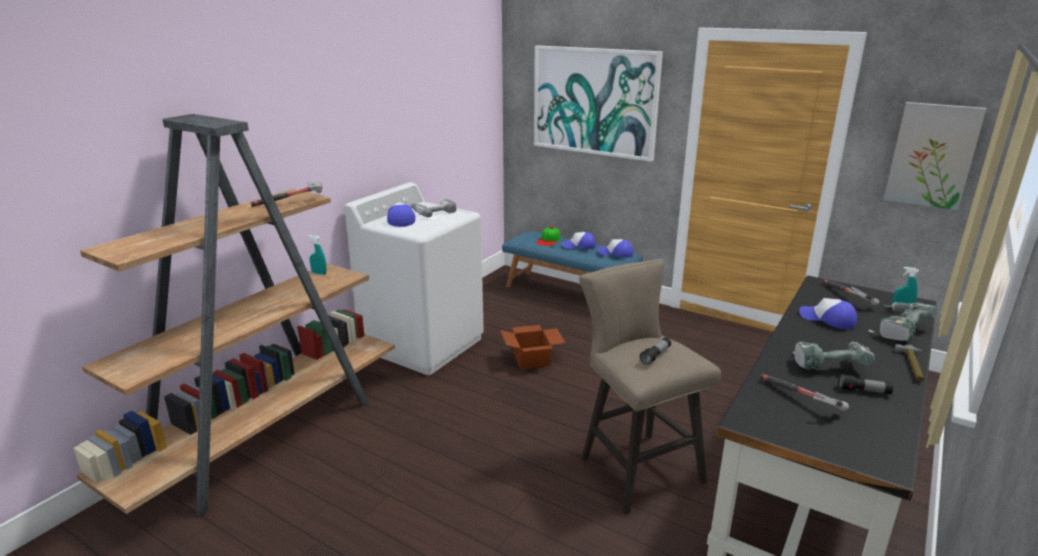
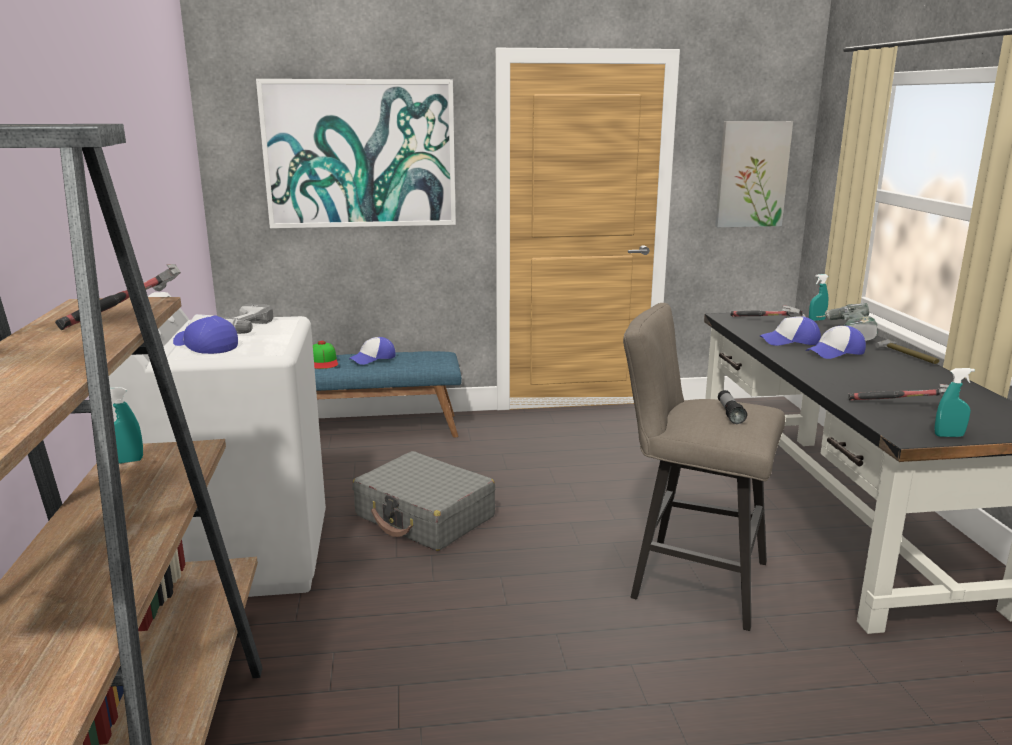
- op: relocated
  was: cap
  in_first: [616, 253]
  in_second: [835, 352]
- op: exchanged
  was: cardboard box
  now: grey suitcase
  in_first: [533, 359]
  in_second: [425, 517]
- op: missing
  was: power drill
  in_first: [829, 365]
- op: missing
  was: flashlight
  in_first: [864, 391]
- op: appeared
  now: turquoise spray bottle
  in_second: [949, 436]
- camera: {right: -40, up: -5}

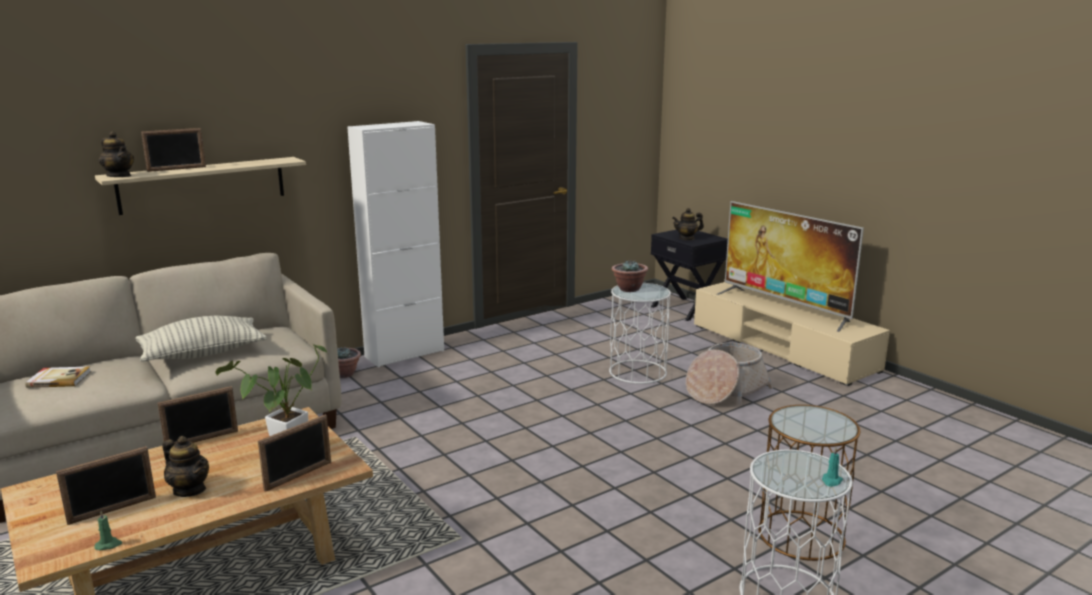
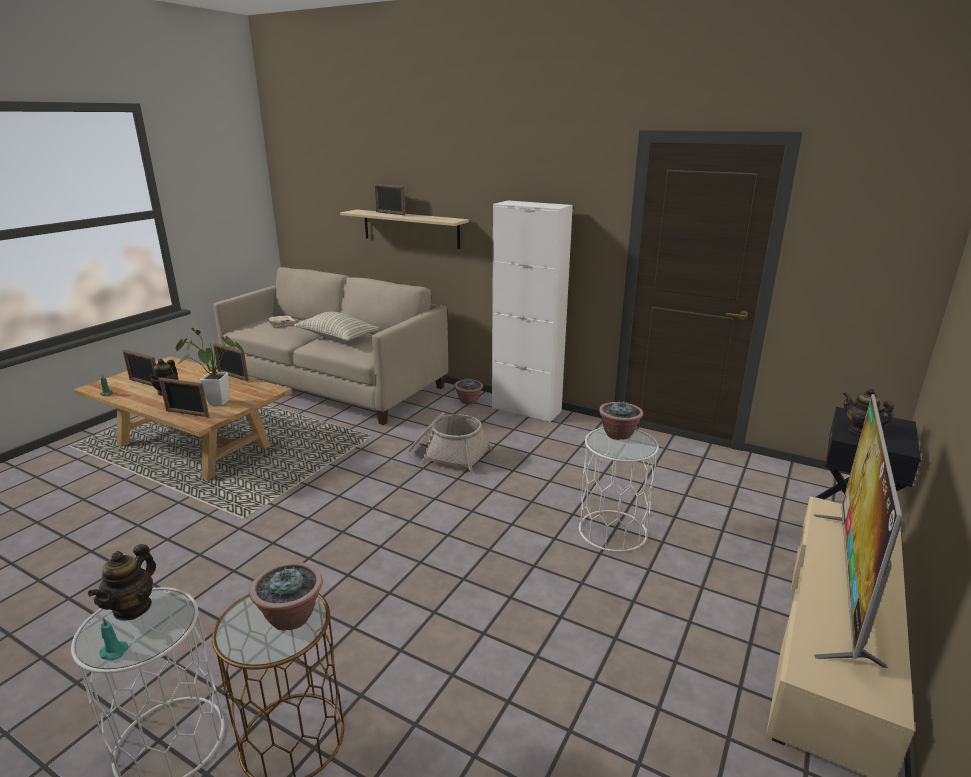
- op: relocated
  was: teapot
  in_first: [119, 176]
  in_second: [133, 608]
- op: relocated
  was: basket
  in_first: [725, 391]
  in_second: [448, 454]
- op: appeared
  now: potted plant
  in_second: [291, 617]
- camera: {right: 65, up: 5}

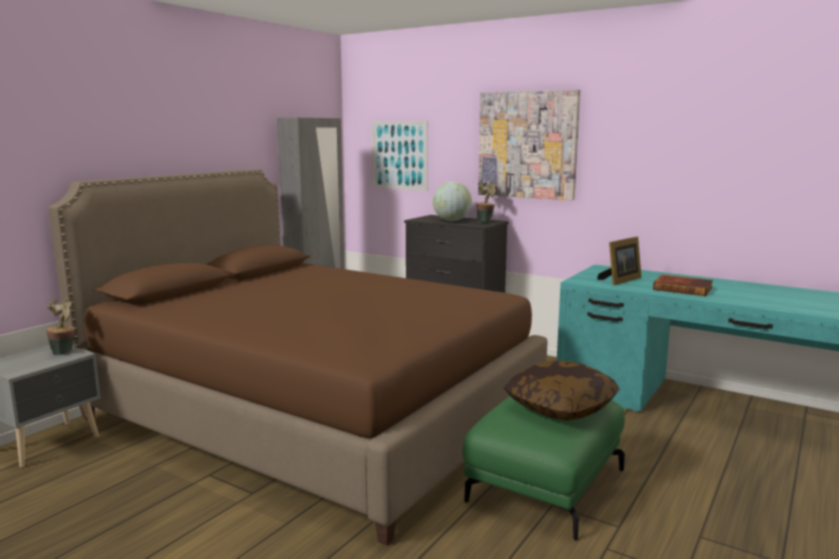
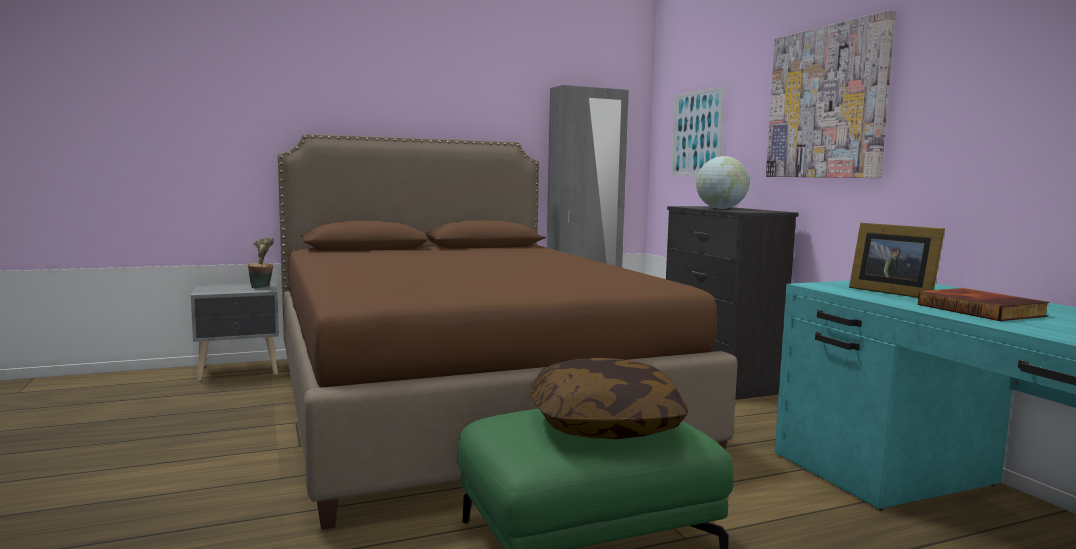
- op: missing
  was: potted plant
  in_first: [485, 221]
- op: spun
  was: picture frame
  in_first: [620, 280]
  in_second: [891, 292]
  clockwise: 60
- camera: {right: 35, up: -5}

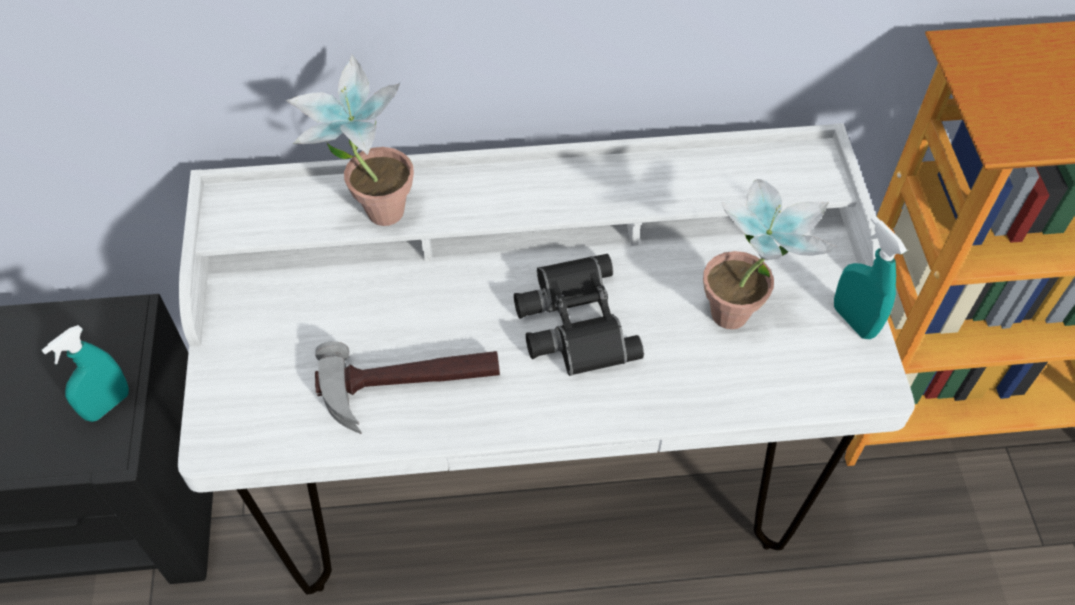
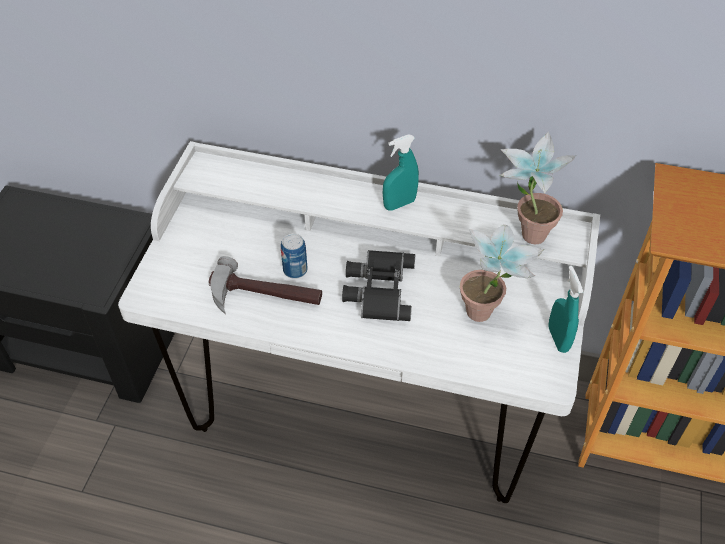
- op: relocated
  was: potted plant
  in_first: [371, 212]
  in_second: [524, 233]
- op: relocated
  was: turquoise spray bottle
  in_first: [108, 405]
  in_second: [399, 204]
- op: appeared
  now: can
  in_second: [295, 270]
- camera: {right: 20, up: -5}

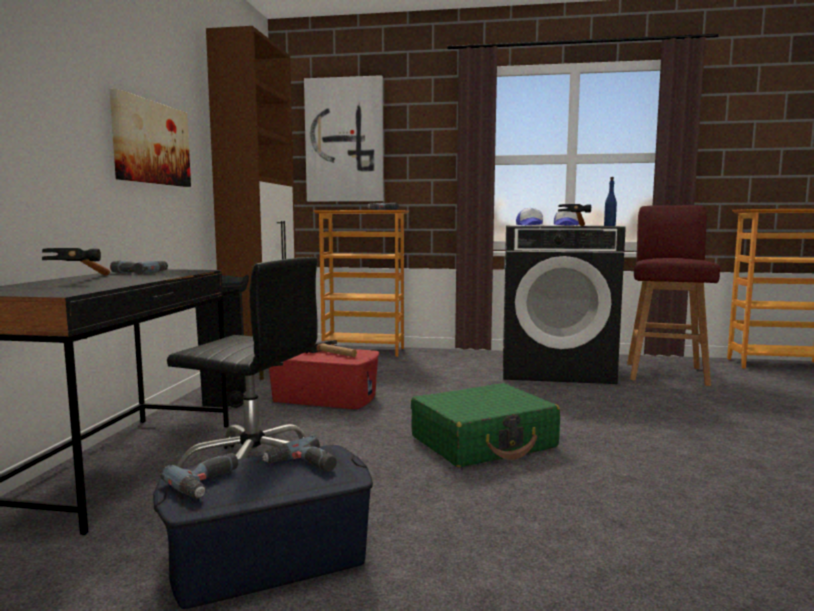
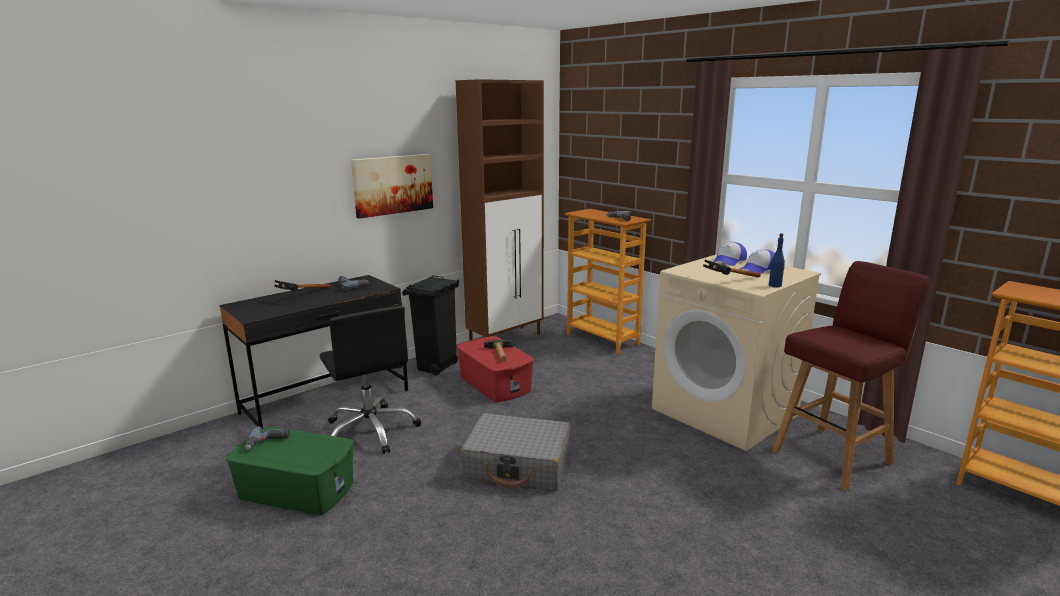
- op: missing
  was: picture
  in_first: [344, 140]
- op: colour
  was: black washing machine
  now: beige washing machine
  in_first: [555, 369]
  in_second: [725, 412]
- op: colour
  was: green suitcase
  now: grey suitcase
  in_first: [484, 442]
  in_second: [518, 465]
- op: missing
  was: power drill
  in_first: [302, 465]
- op: colour
  was: blue storage box
  now: green storage box
  in_first: [267, 558]
  in_second: [297, 489]
- camera: {right: 40, up: 10}

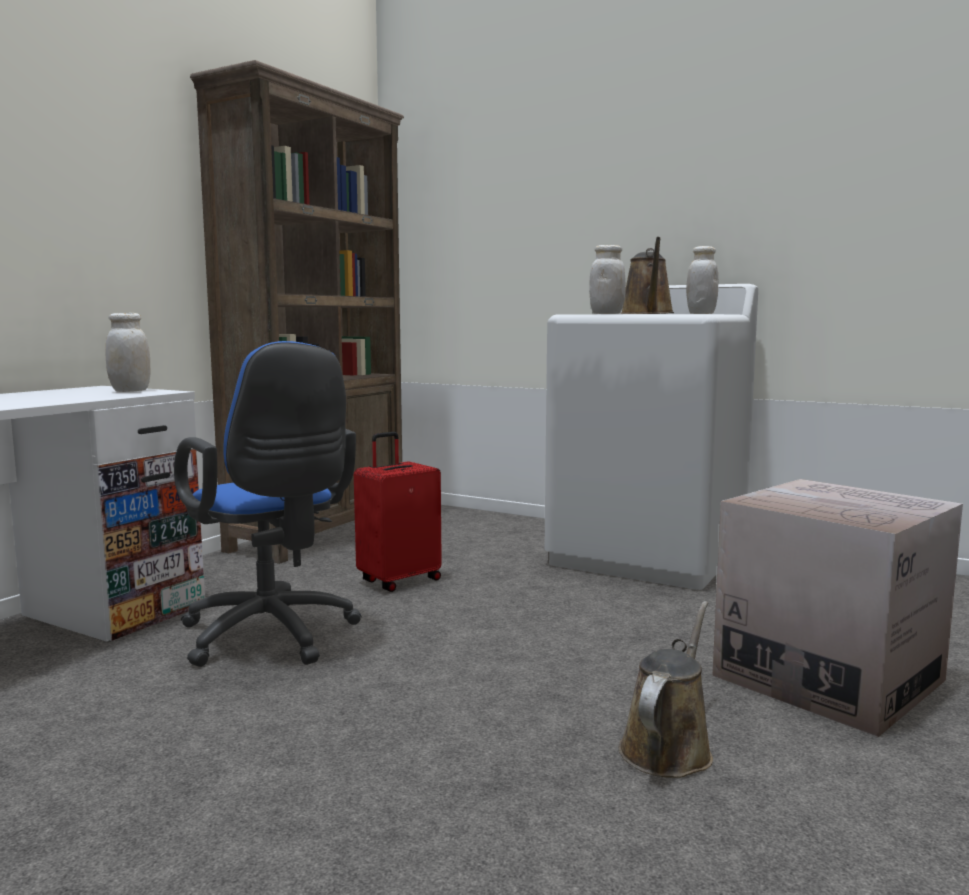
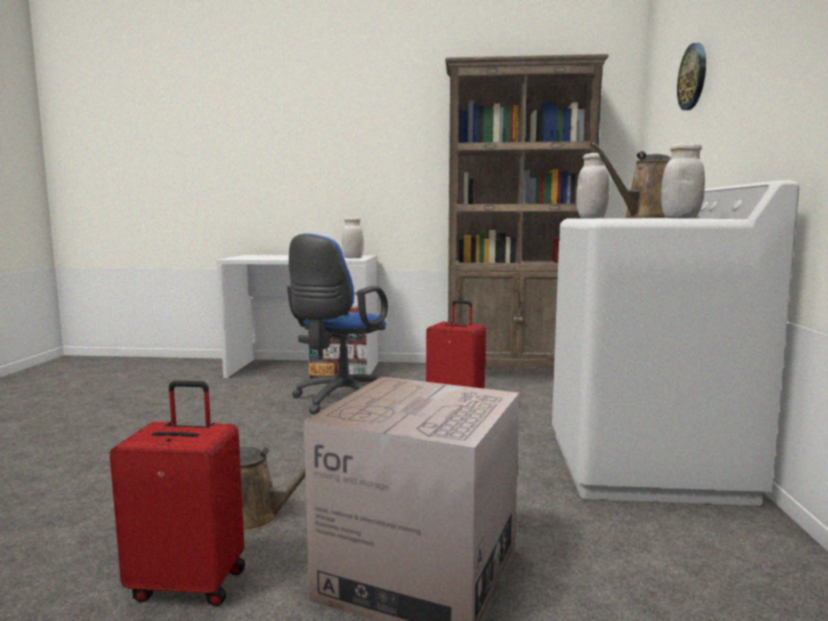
- op: appeared
  now: wall clock
  in_second: [693, 77]
- op: appeared
  now: red suitcase
  in_second: [190, 583]
- camera: {right: 65, up: 0}

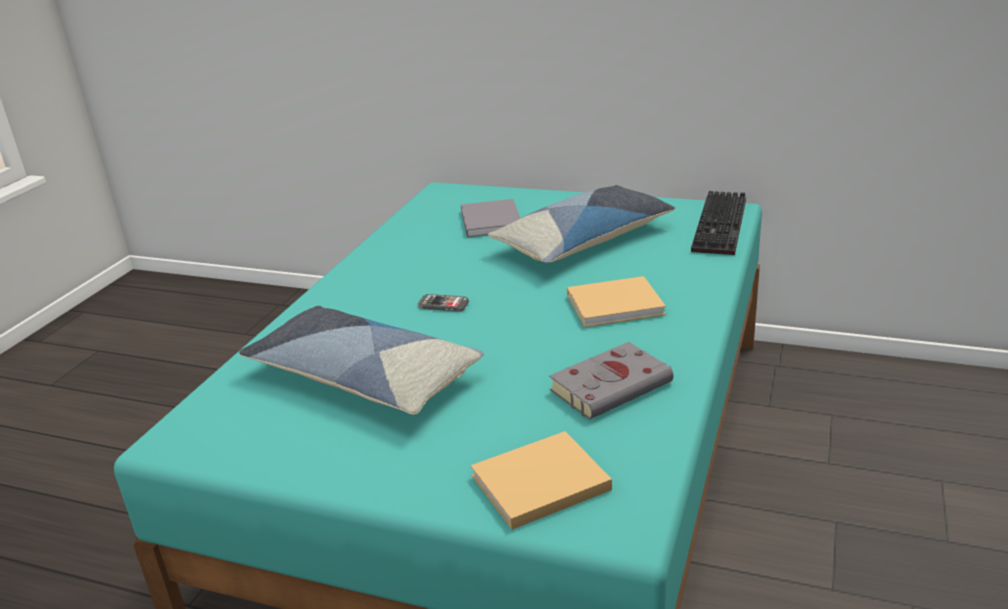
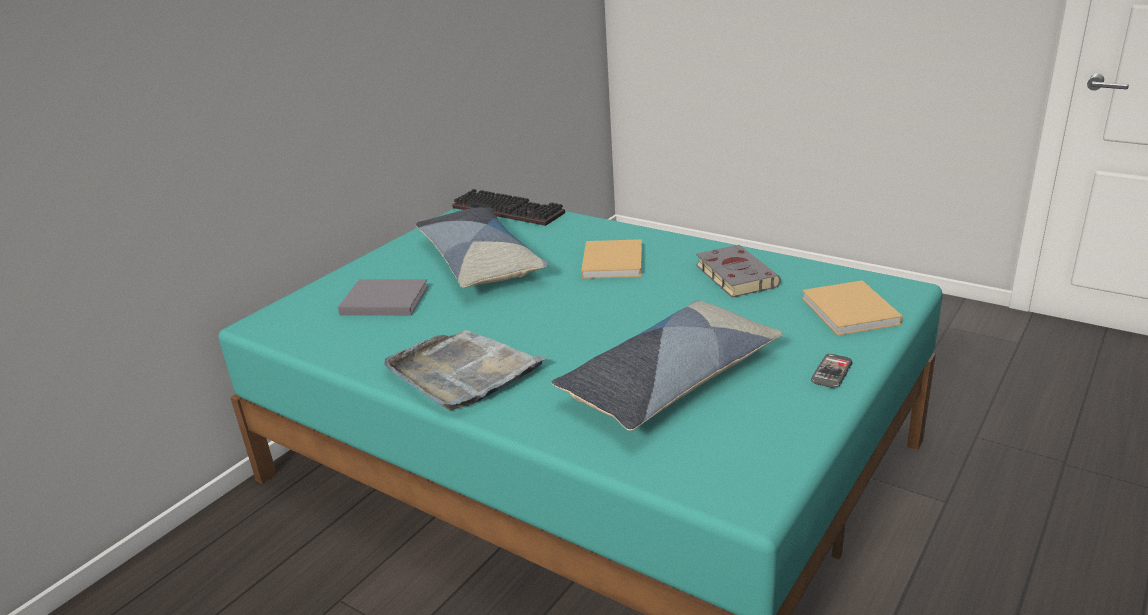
- op: relocated
  was: phone
  in_first: [443, 304]
  in_second: [831, 372]
- op: appeared
  now: grey tray
  in_second: [463, 372]
- camera: {right: -75, up: 0}

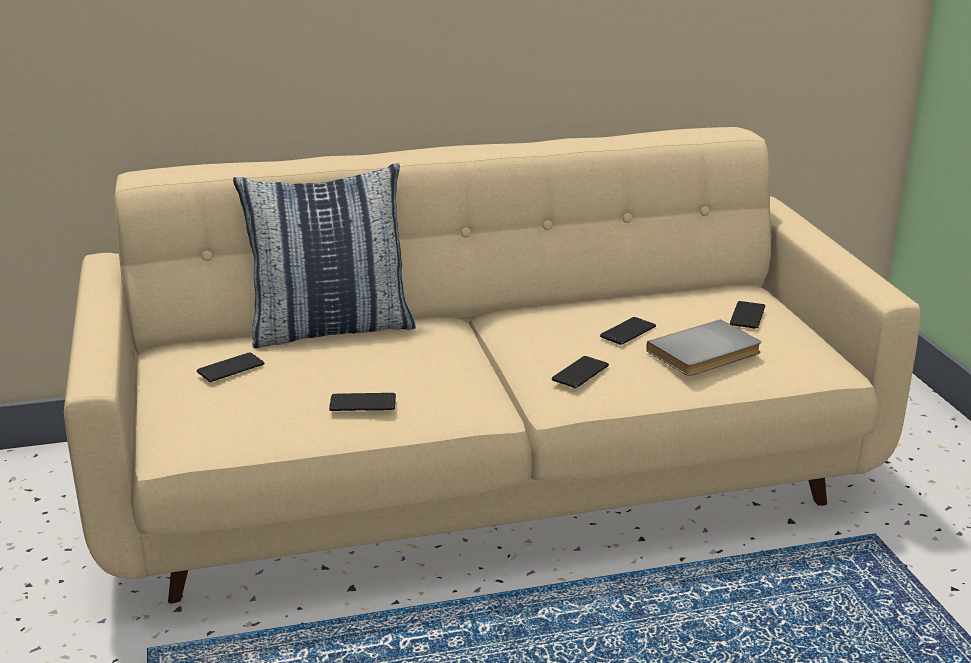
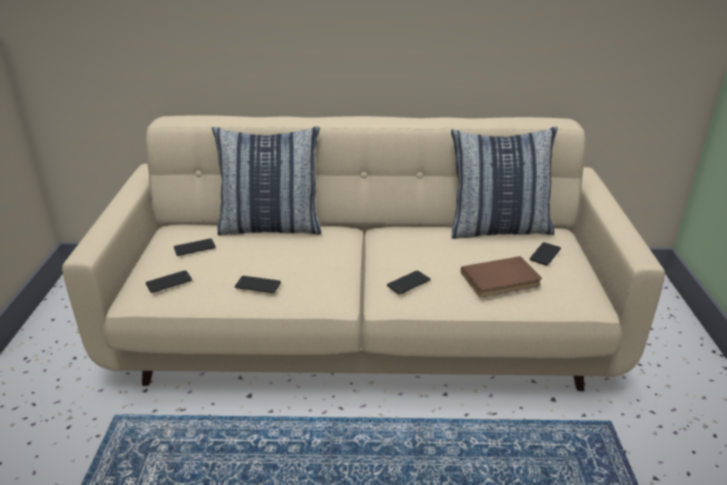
- op: relocated
  was: phone
  in_first: [628, 332]
  in_second: [169, 282]
- op: colour
  was: grey book
  now: brown book
  in_first: [706, 353]
  in_second: [501, 280]
- op: appeared
  now: pillow
  in_second: [498, 229]
- camera: {right: 15, up: 5}

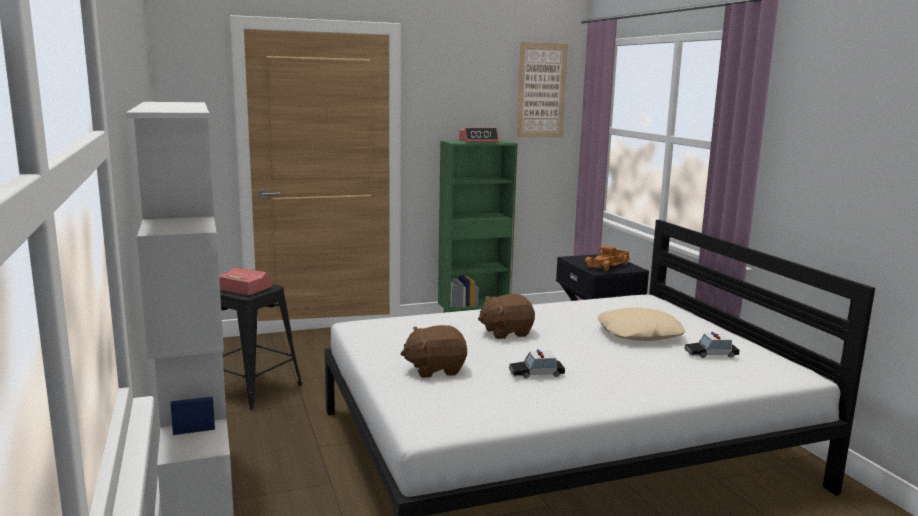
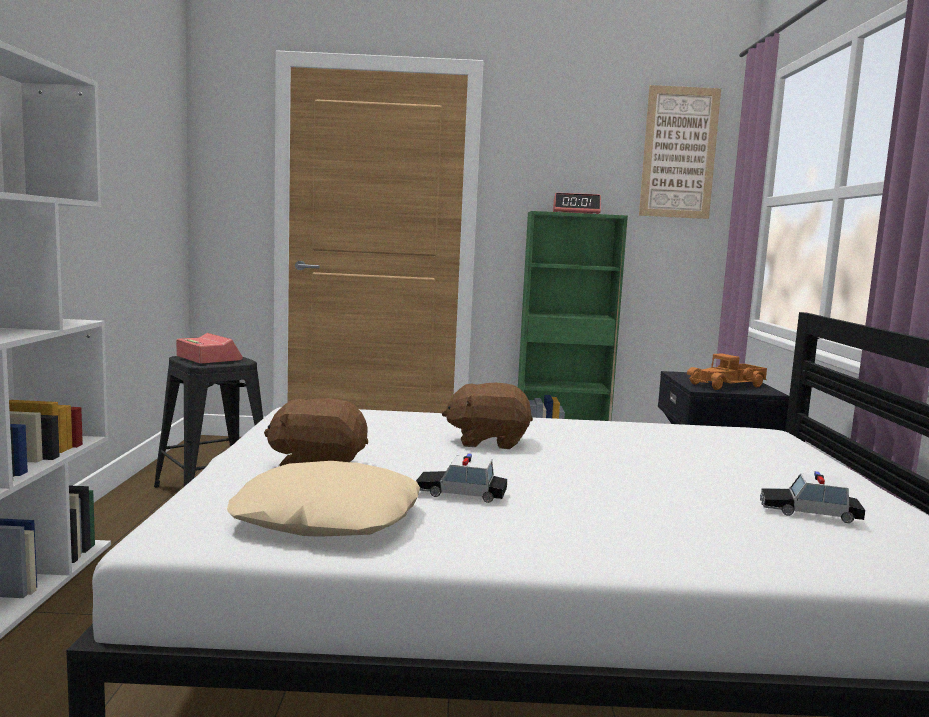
- op: relocated
  was: beige pillow
  in_first: [639, 334]
  in_second: [326, 518]
- camera: {right: 20, up: -5}

